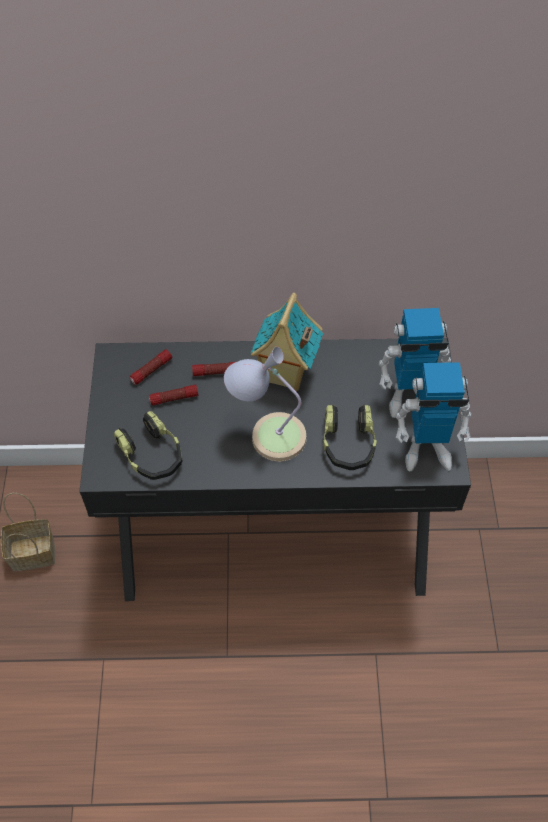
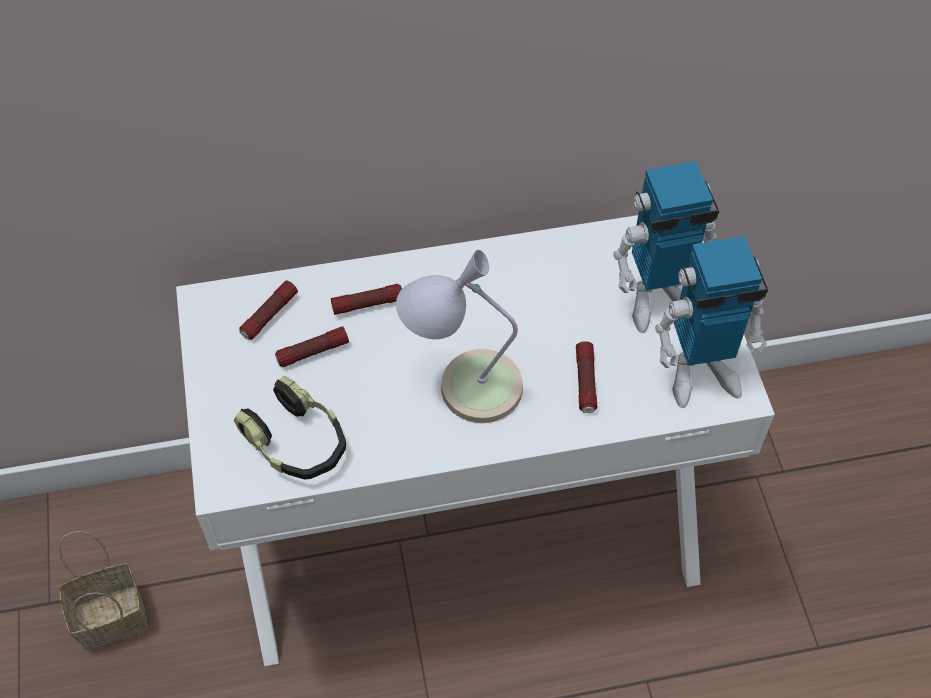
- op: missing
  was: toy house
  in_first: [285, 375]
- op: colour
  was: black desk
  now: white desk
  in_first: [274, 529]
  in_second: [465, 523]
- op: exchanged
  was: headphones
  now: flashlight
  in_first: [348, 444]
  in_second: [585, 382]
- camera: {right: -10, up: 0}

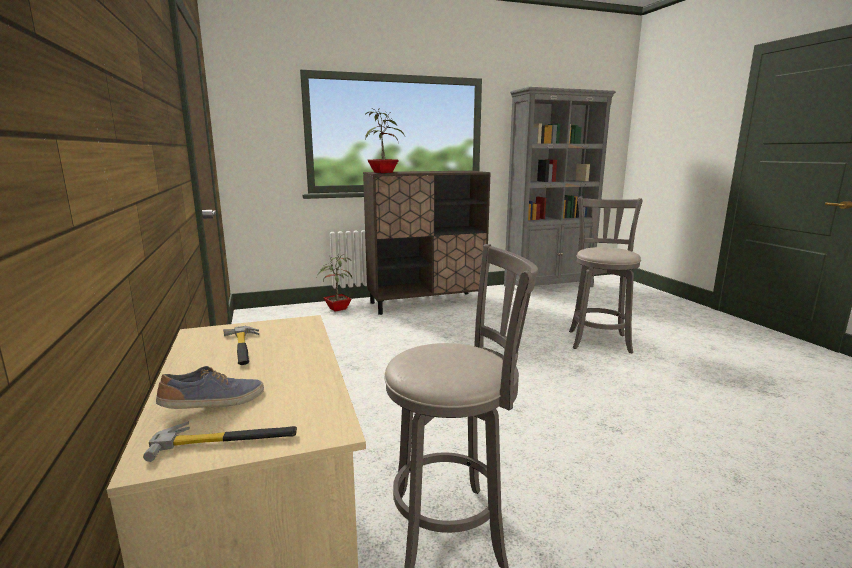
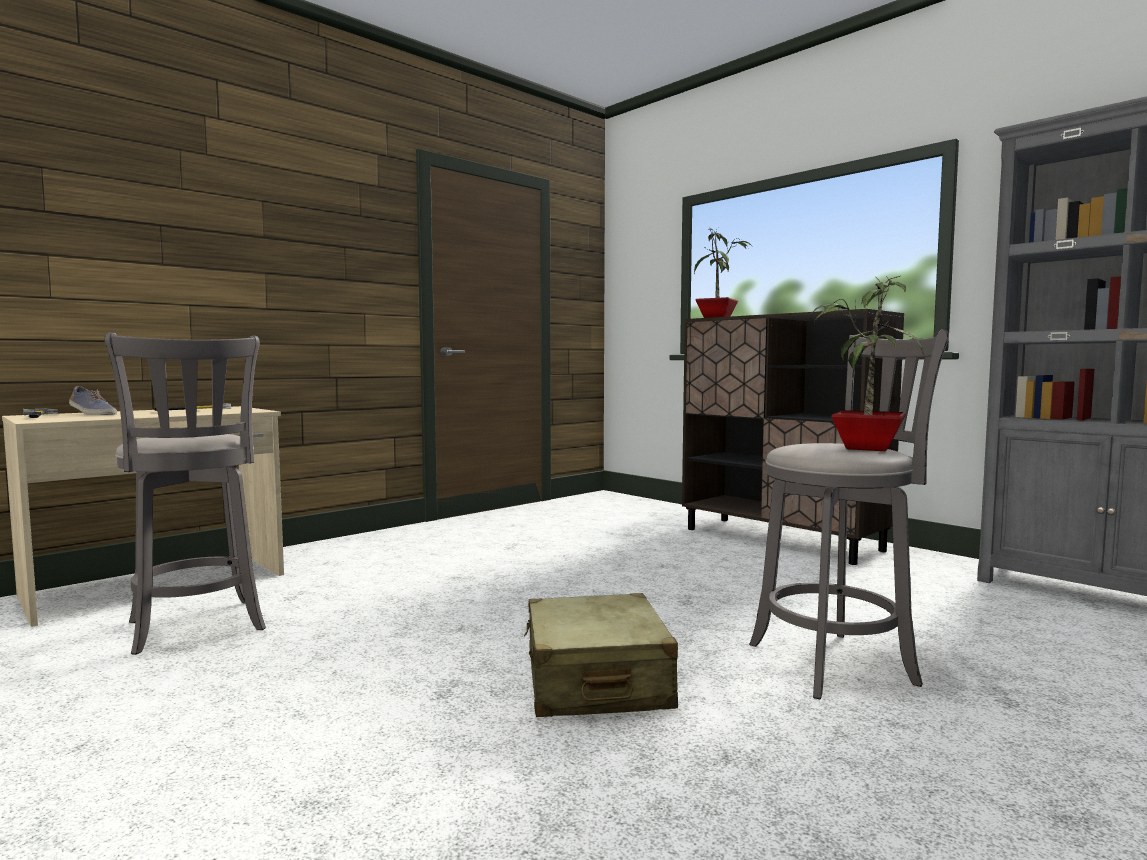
- op: relocated
  was: potted plant
  in_first: [336, 309]
  in_second: [863, 448]
- op: appeared
  now: beige suitcase
  in_second: [595, 681]
- camera: {right: 65, up: -10}

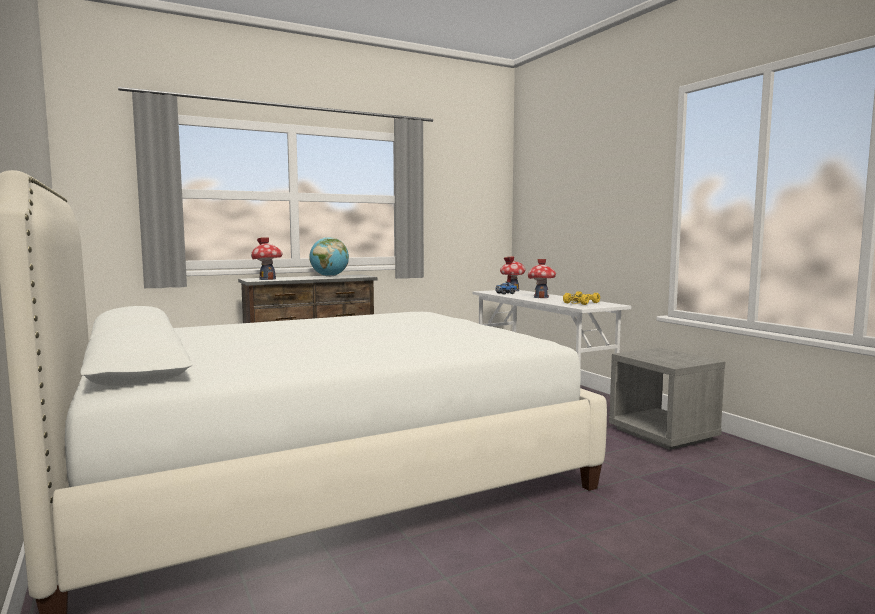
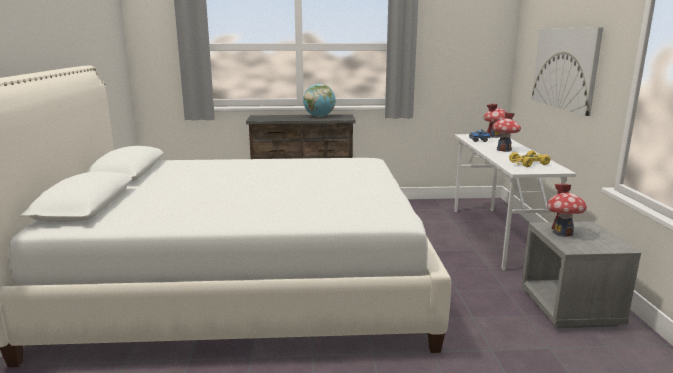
- op: relocated
  was: toy house
  in_first: [267, 279]
  in_second: [562, 233]
- op: appeared
  now: picture
  in_second: [565, 68]
- camera: {right: 25, up: 10}

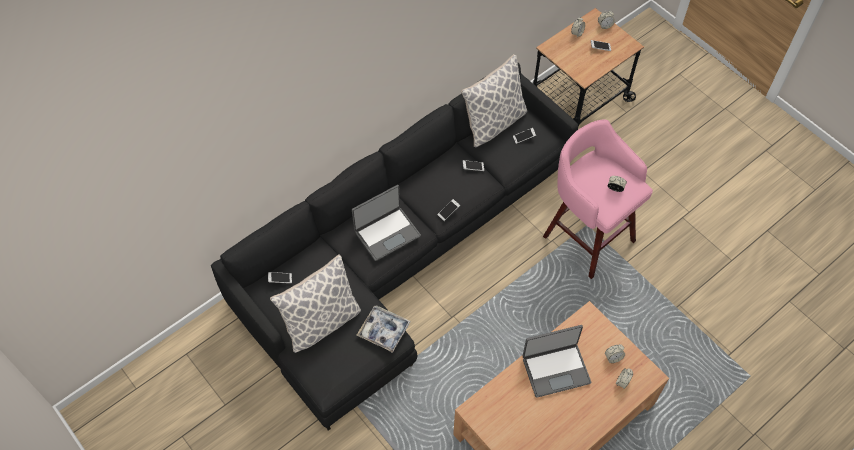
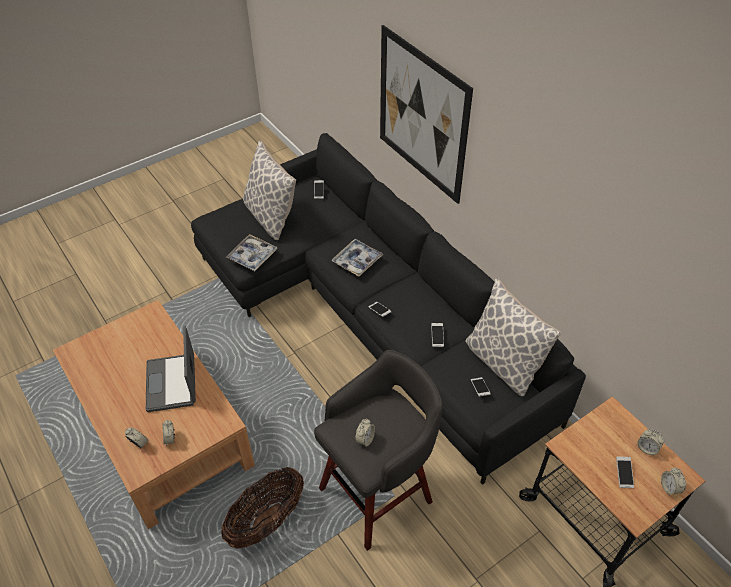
- op: colour
  was: pink stool
  now: grey stool
  in_first: [586, 236]
  in_second: [378, 493]
- op: exchanged
  was: laptop
  now: tray
  in_first: [387, 233]
  in_second: [357, 261]
- op: appeared
  now: picture
  in_second: [422, 115]
- op: appeared
  now: basket
  in_second: [267, 520]
- camera: {right: 95, up: -10}

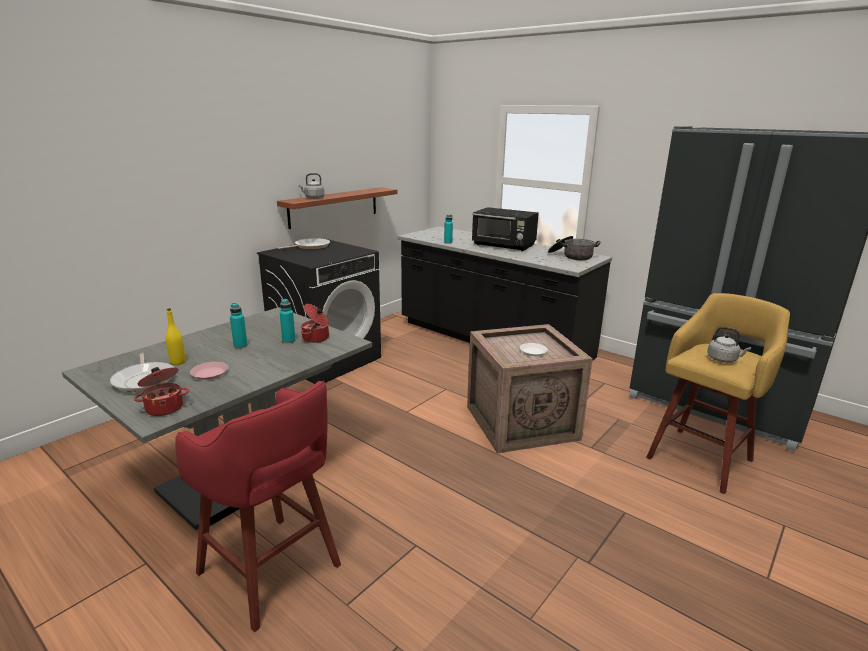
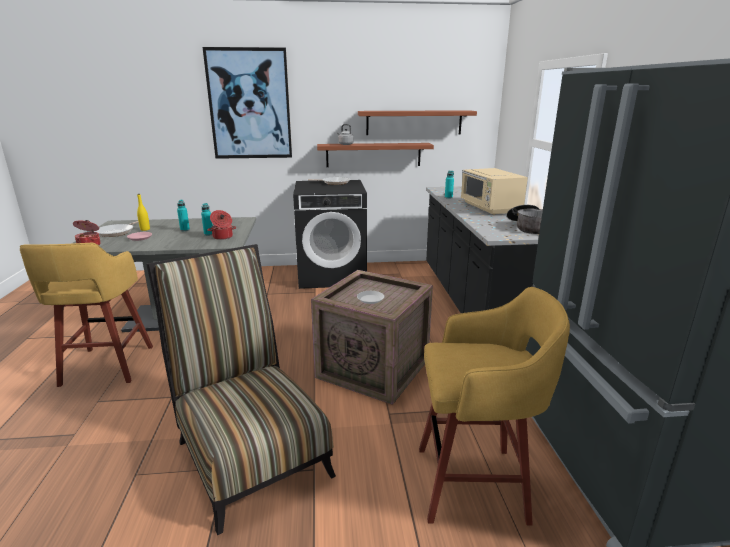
- op: colour
  was: black microwave
  now: beige microwave
  in_first: [504, 246]
  in_second: [490, 208]
- op: missing
  was: grey kettle
  in_first: [723, 359]
- op: colour
  was: red stool
  now: yellow stool
  in_first: [271, 572]
  in_second: [106, 367]
- op: appeared
  now: picture
  in_second: [249, 104]
- op: appeared
  now: shelf
  in_second: [414, 122]
- op: appeared
  now: chair
  in_second: [250, 451]
- camera: {right: 45, up: 0}

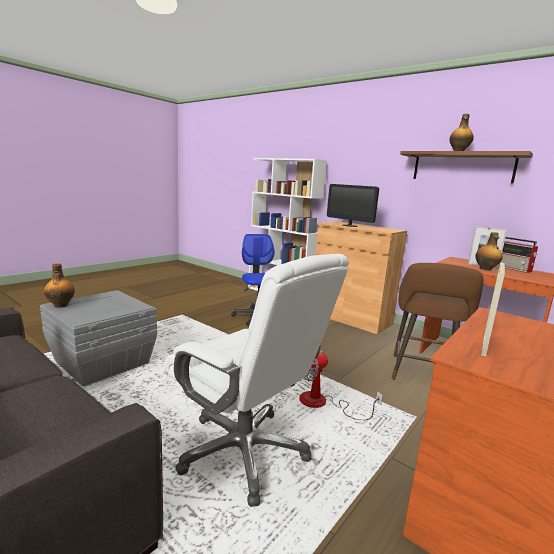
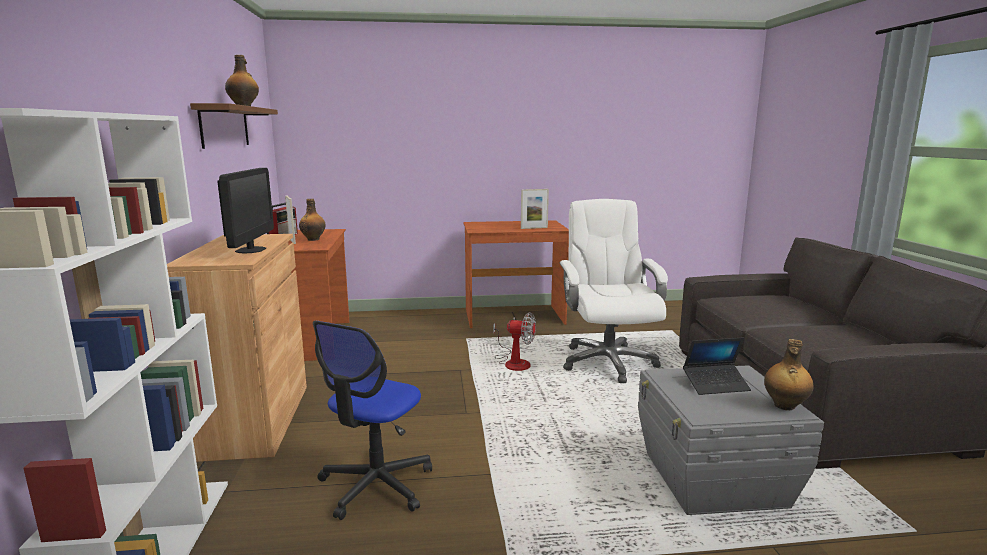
- op: missing
  was: brown stool
  in_first: [422, 375]
- op: appeared
  now: laptop
  in_second: [715, 385]
- camera: {right: -135, up: 0}

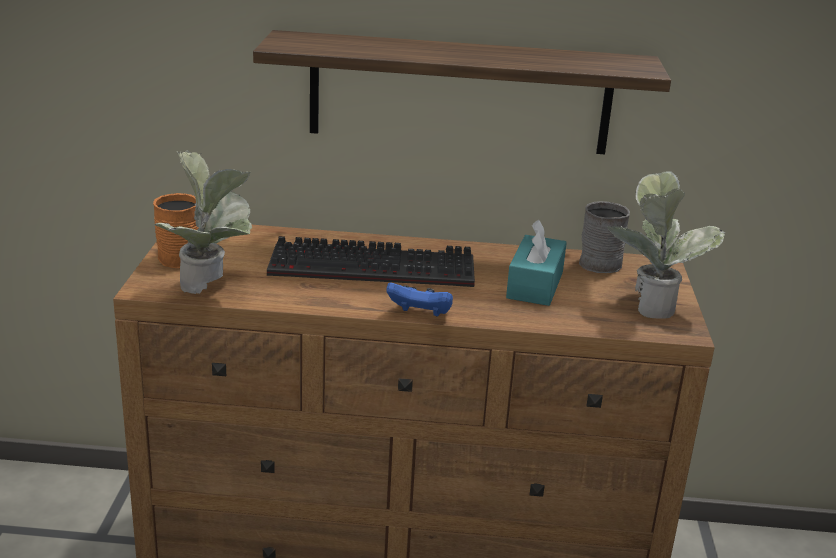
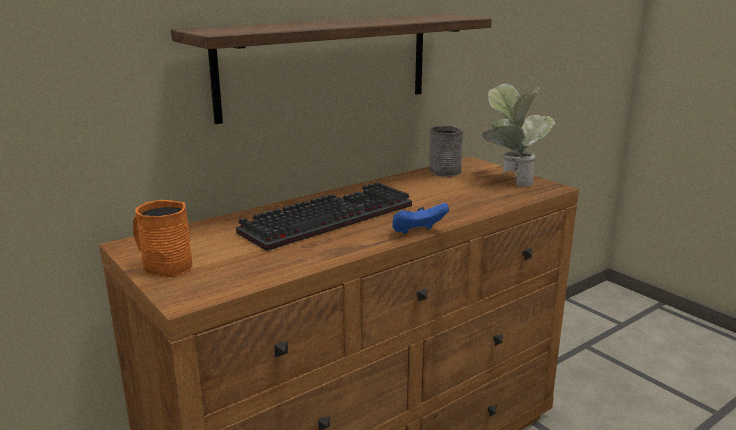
- op: missing
  was: potted plant
  in_first: [212, 288]
- op: missing
  was: turquoise tissue box
  in_first: [535, 285]
- camera: {right: -40, up: -5}

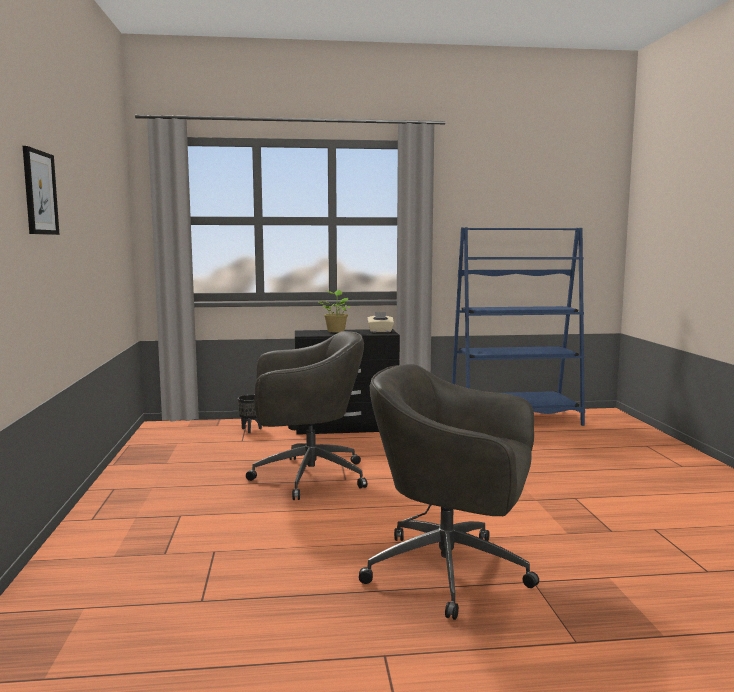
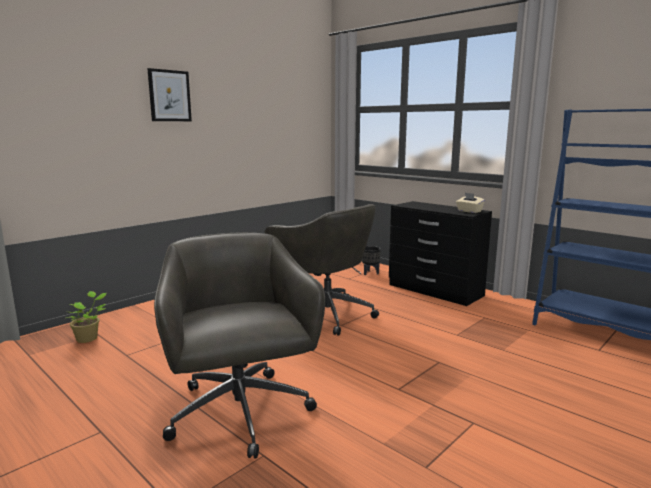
- op: relocated
  was: potted plant
  in_first: [336, 331]
  in_second: [88, 338]
- camera: {right: 50, up: 5}

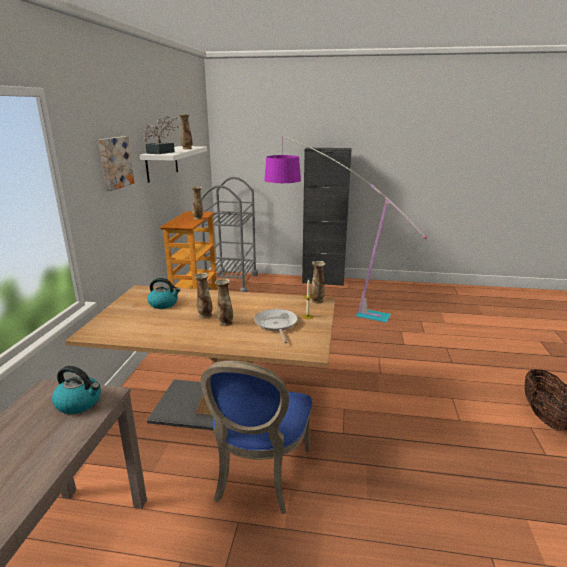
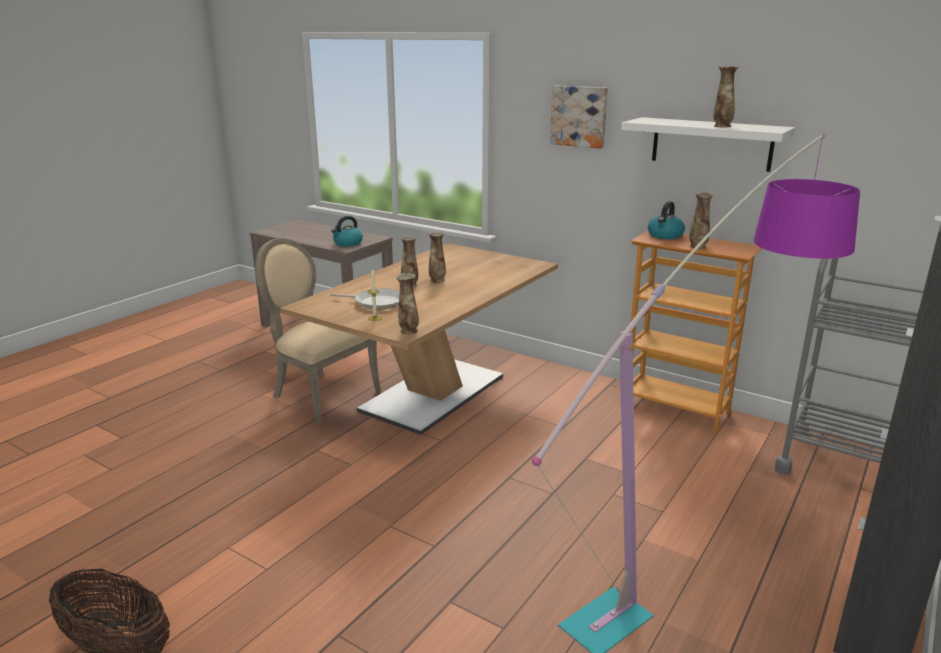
- op: missing
  was: potted plant
  in_first: [163, 152]
- op: relocated
  was: kettle
  in_first: [164, 304]
  in_second: [665, 236]
- op: colour
  was: blue chair
  now: beige chair
  in_first: [259, 476]
  in_second: [320, 395]
- camera: {right: 115, up: 0}

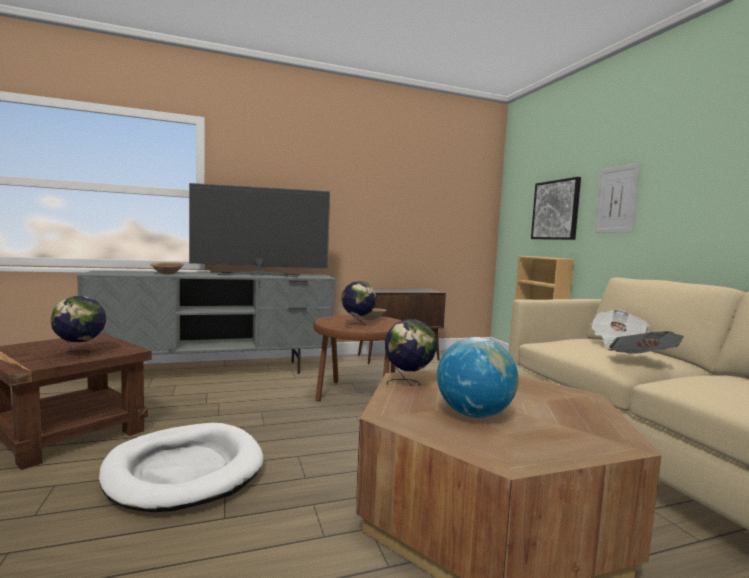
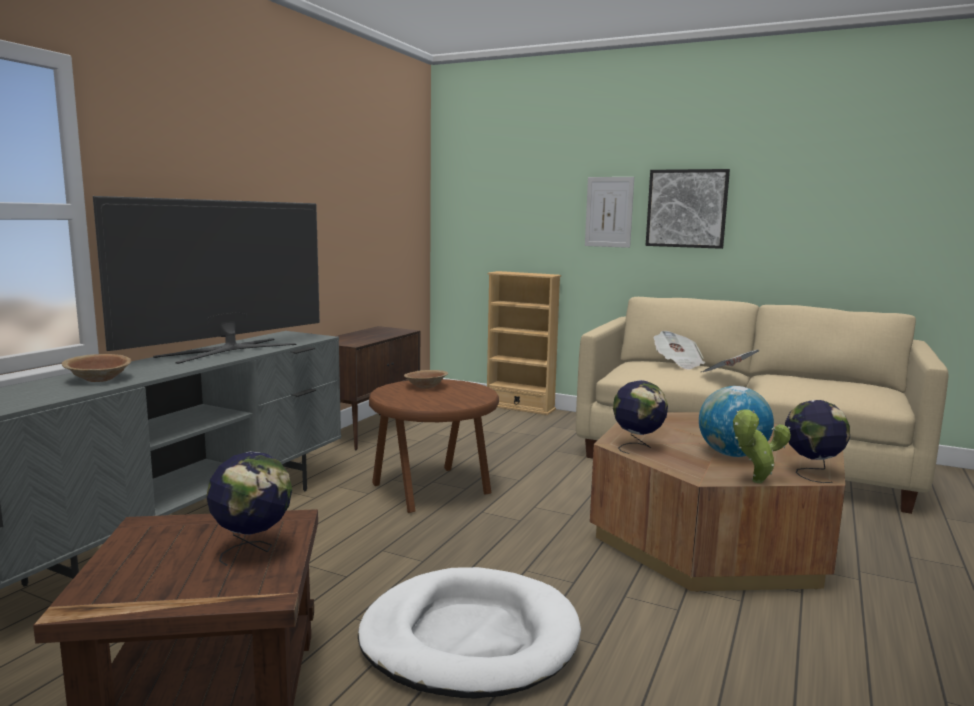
- op: relocated
  was: picture
  in_first: [556, 210]
  in_second: [686, 208]
- op: relocated
  was: globe
  in_first: [357, 325]
  in_second: [811, 473]
- op: appeared
  now: potted plant
  in_second: [754, 482]
- camera: {right: -45, up: 5}

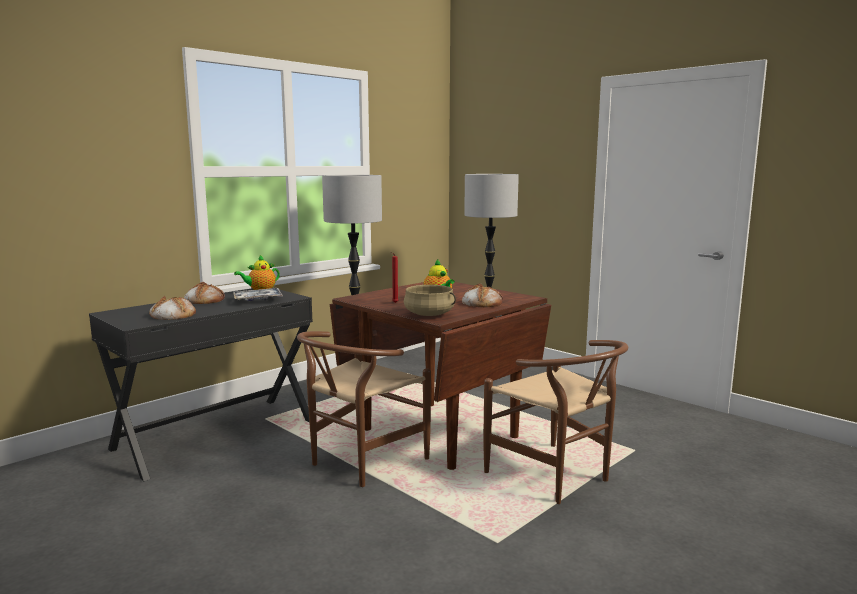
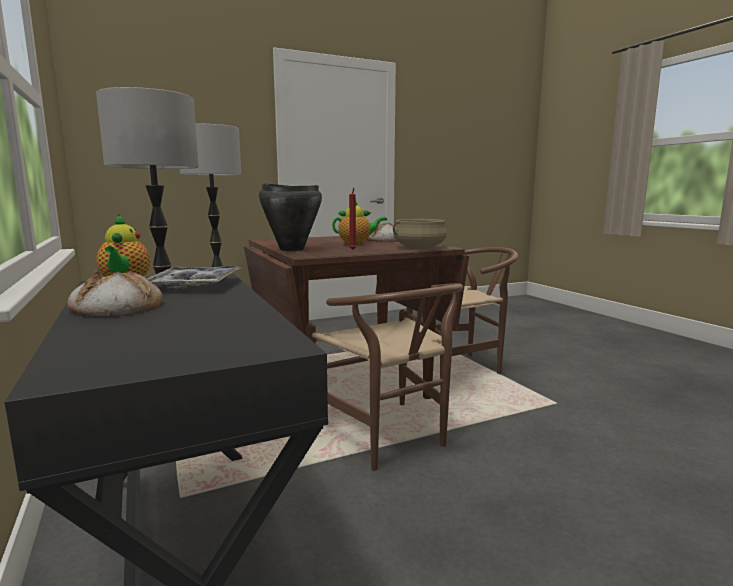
- op: missing
  was: bread
  in_first: [172, 315]
- op: appeared
  now: black cooking pot
  in_second: [291, 249]
- camera: {right: -70, up: 0}

